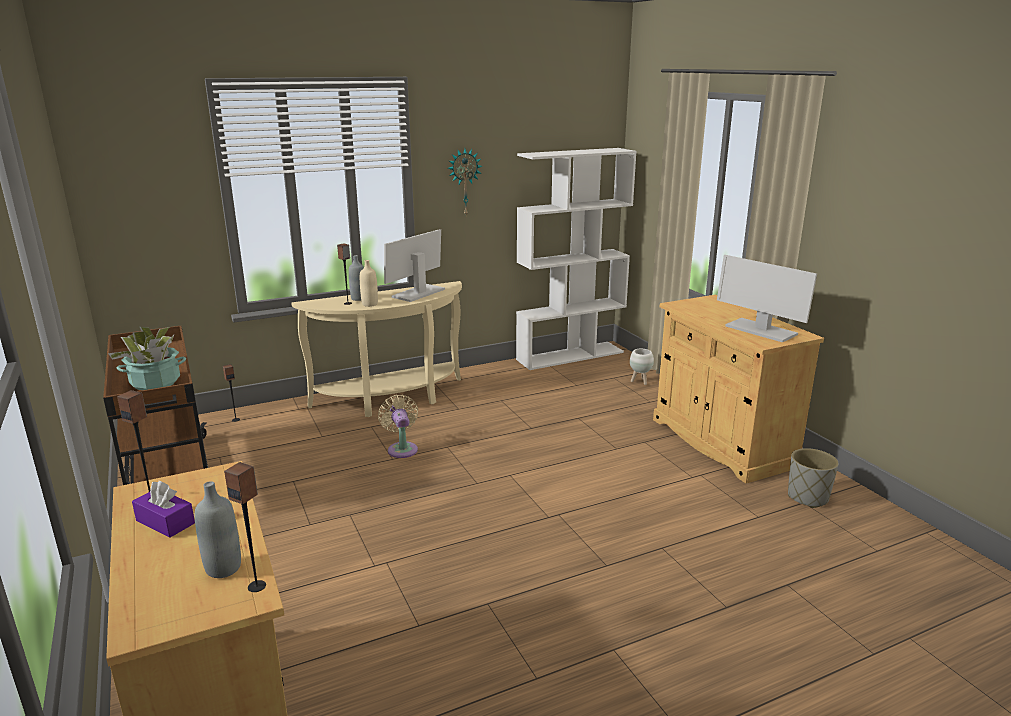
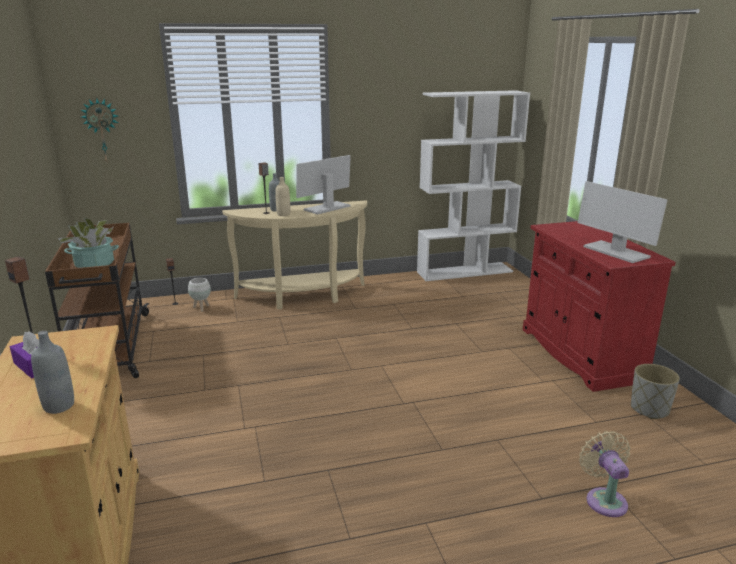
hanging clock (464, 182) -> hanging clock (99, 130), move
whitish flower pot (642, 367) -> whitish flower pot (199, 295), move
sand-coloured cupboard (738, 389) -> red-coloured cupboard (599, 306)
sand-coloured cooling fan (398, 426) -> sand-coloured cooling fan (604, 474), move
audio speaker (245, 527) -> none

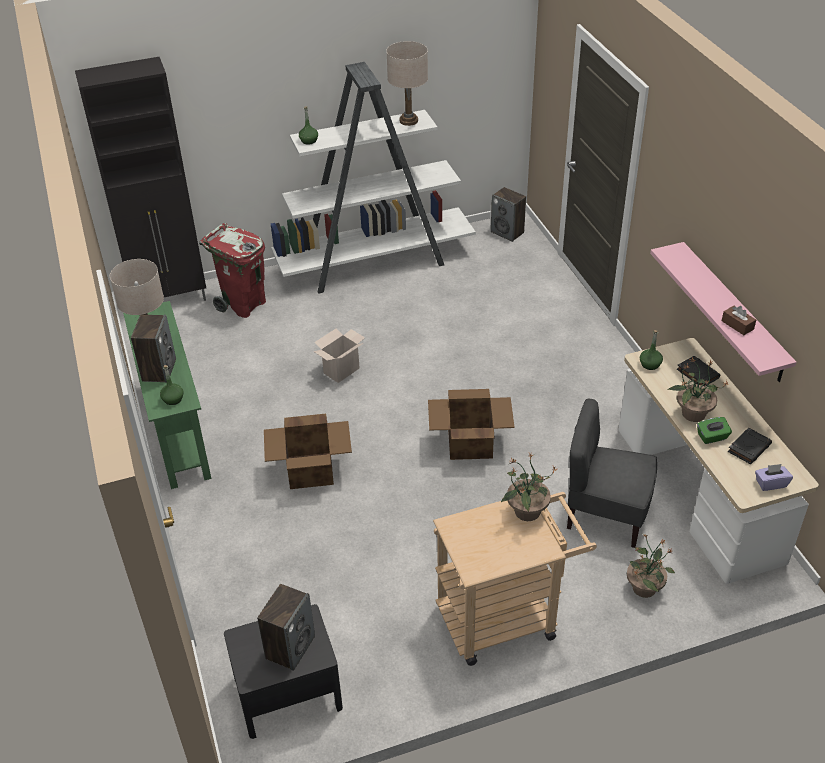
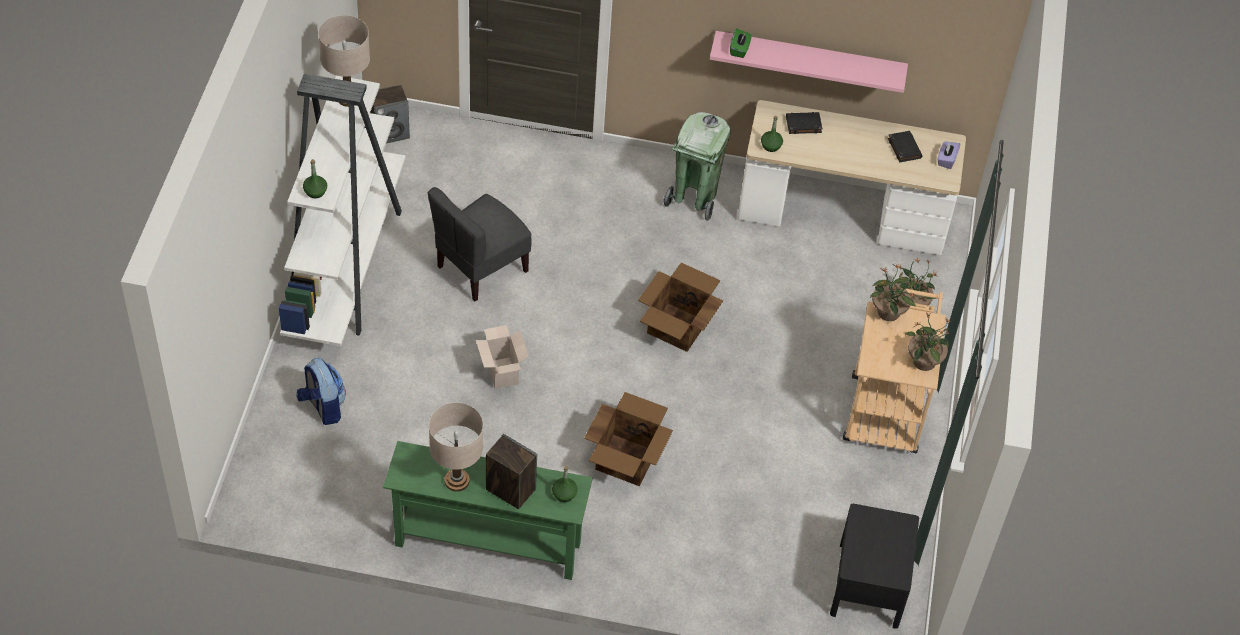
red-coloured rubbish bin (232, 270) -> knapsack (321, 391)
grey upright chair (612, 473) -> grey upright chair (480, 244), move
none -> green rubbish bin (697, 166)
green box of tissues (714, 430) -> green box of tissues (741, 43), move
houseplant (698, 390) -> houseplant (928, 342), move
blackish cupboard (140, 179) -> none
audio speaker (286, 627) -> none
brownish box of tissues (739, 320) -> none

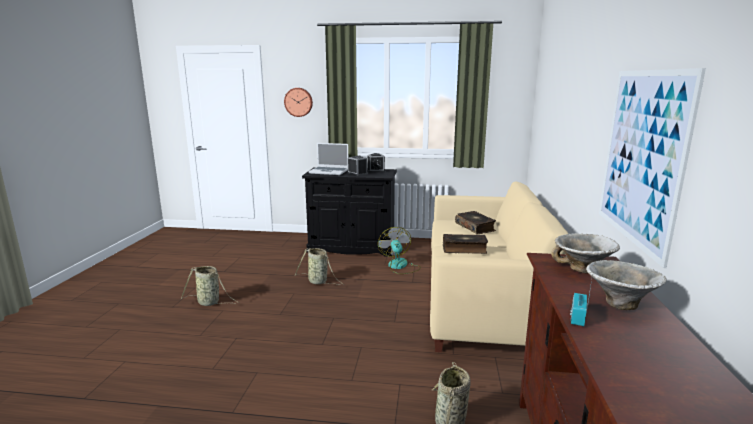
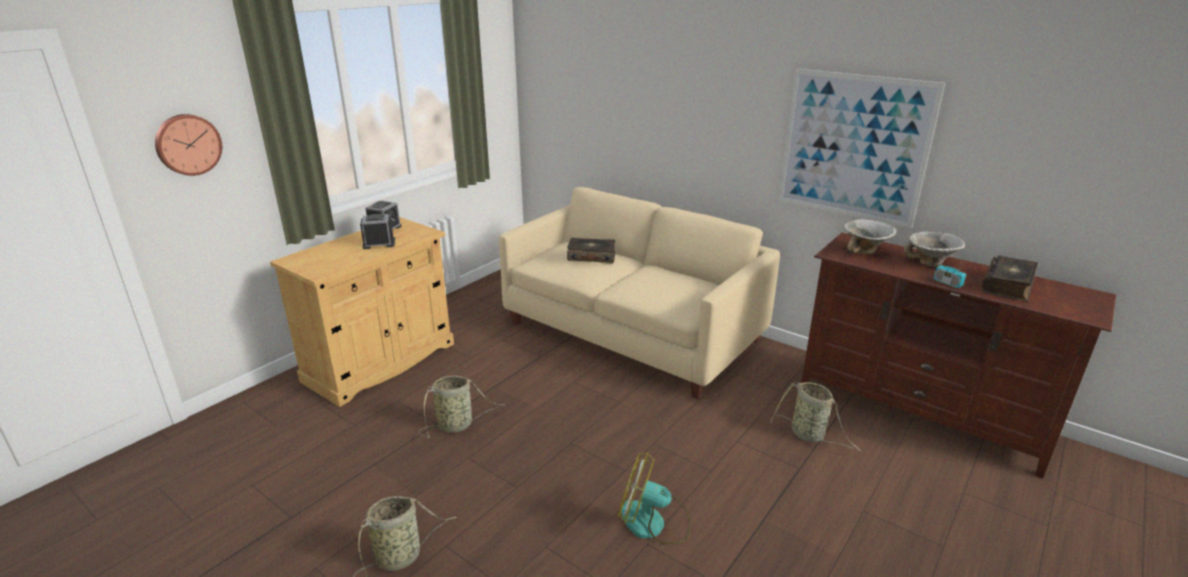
blackish cupboard (349, 212) -> sand-coloured cupboard (362, 312)
cooling fan (399, 250) -> cooling fan (654, 498), move
bound book (465, 244) -> bound book (1009, 278), move
laptop (328, 159) -> none

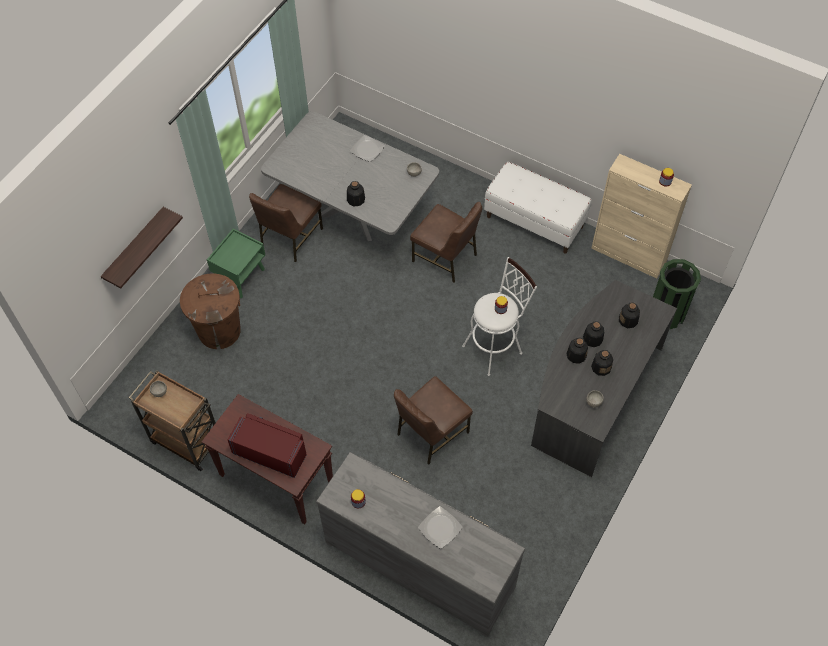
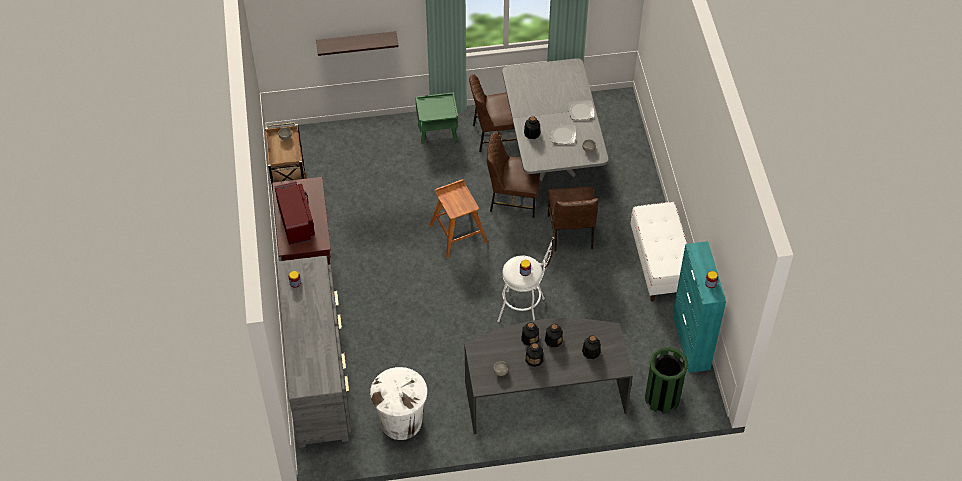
none -> whitish rubbish bin (398, 403)
none -> brownish stool seat (458, 218)
brownish upright chair (433, 420) -> brownish upright chair (513, 175), move
plate (440, 527) -> plate (563, 134), move
sand-coloured cupboard (641, 216) -> turquoise-coloured cupboard (699, 307)
brownish rubbish bin (210, 311) -> none

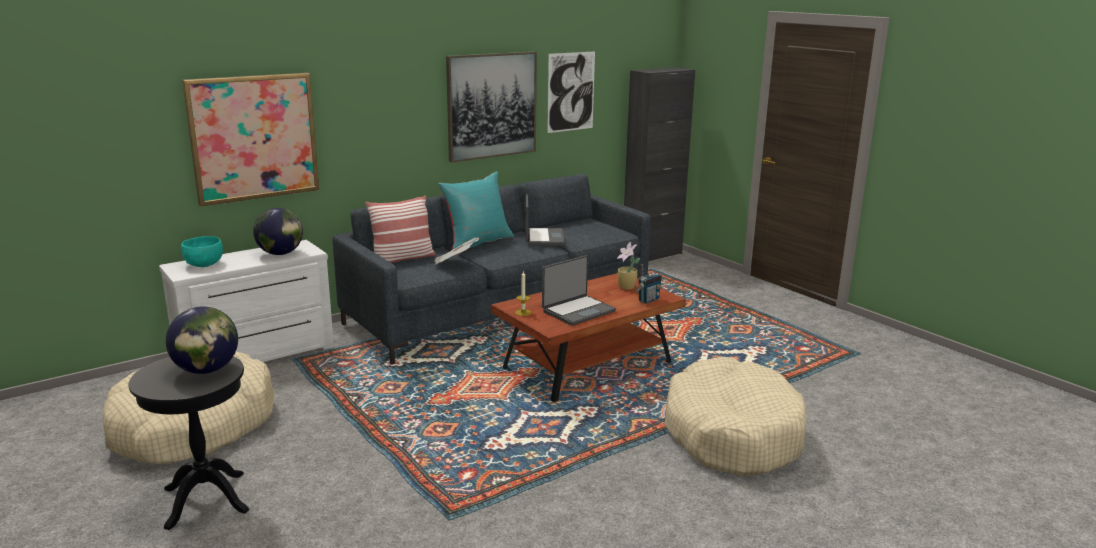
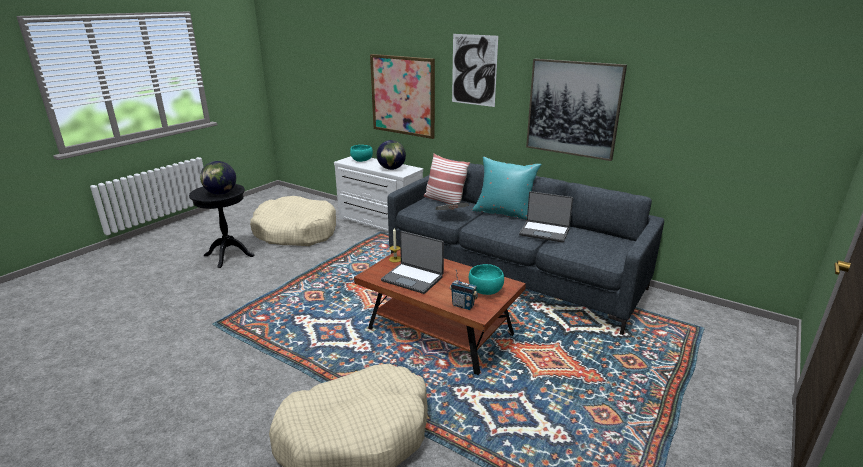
picture (571, 92) -> picture (475, 70), move
houseplant (628, 266) -> turquoise-coloured serving bowl (486, 279)
laptop (545, 220) -> laptop (546, 217), 45 degrees clockwise
blackish cupboard (659, 164) -> none

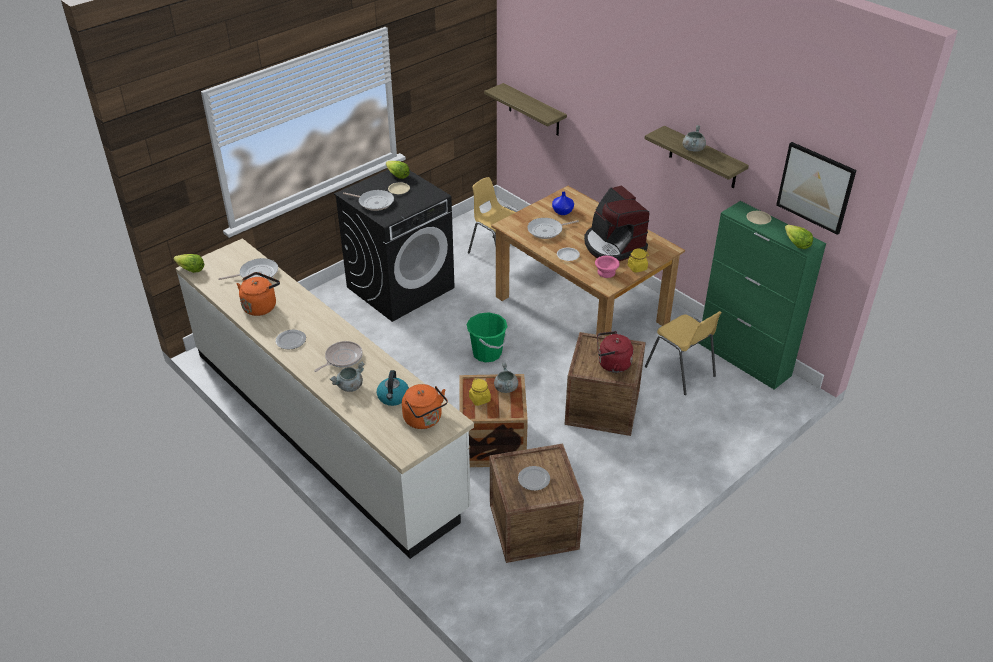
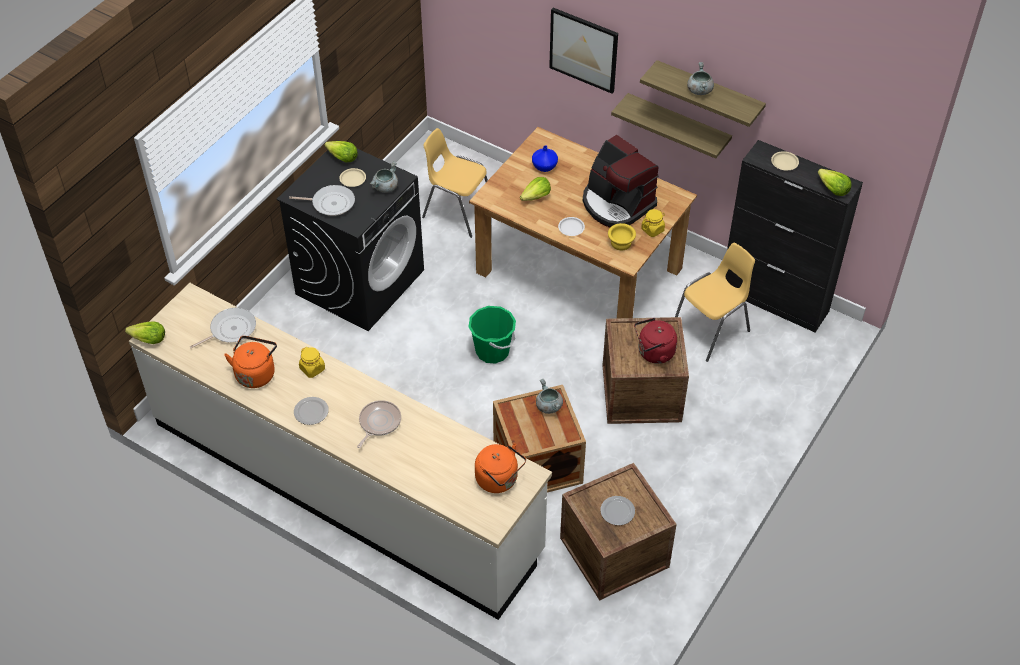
yellow preserve jar (480, 392) -> yellow preserve jar (312, 362), move
grey stockpot (347, 377) -> grey stockpot (384, 177), move
frying pan (553, 228) -> lettuce (535, 189)
picture (816, 188) -> picture (583, 51), move
pink-coloured serving bowl (607, 267) -> yellow serving bowl (622, 236)
wall shelf (525, 109) -> wall shelf (671, 126), move
yellow upright chair (683, 353) -> yellow upright chair (715, 302), 75 degrees counterclockwise
green cupboard (762, 295) -> blackish cupboard (794, 236)
tea kettle (393, 388) -> none

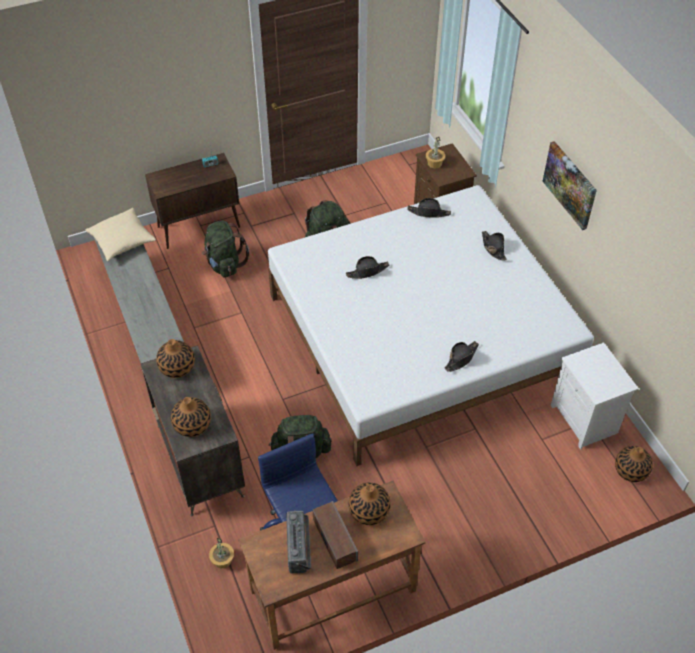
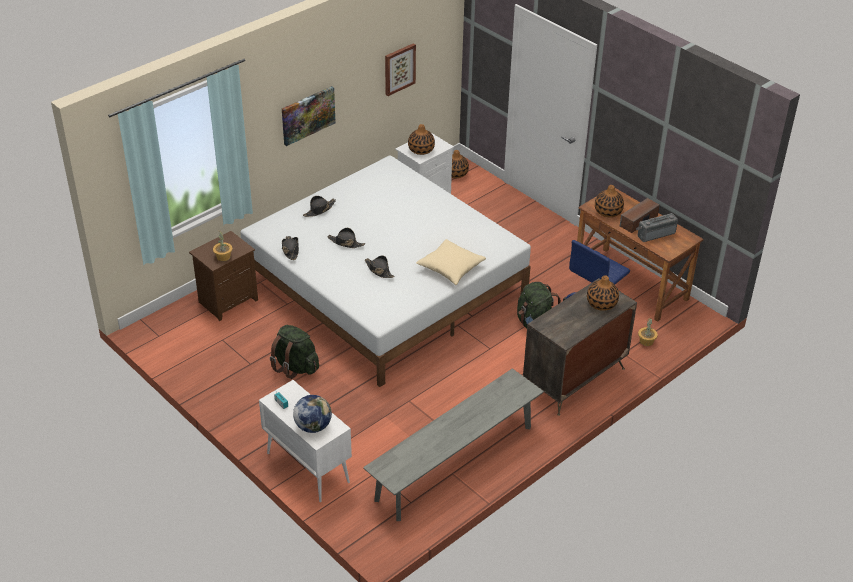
brownish cupboard (192, 201) -> whitish cupboard (305, 441)
none -> world globe (312, 414)
blackish clothing hat (462, 356) -> blackish clothing hat (346, 238), move
none -> picture (400, 69)
decorative vase (175, 358) -> decorative vase (421, 139), move
sand-coloured throw pillow (121, 234) -> sand-coloured throw pillow (451, 262), move
green knapsack (225, 249) -> none

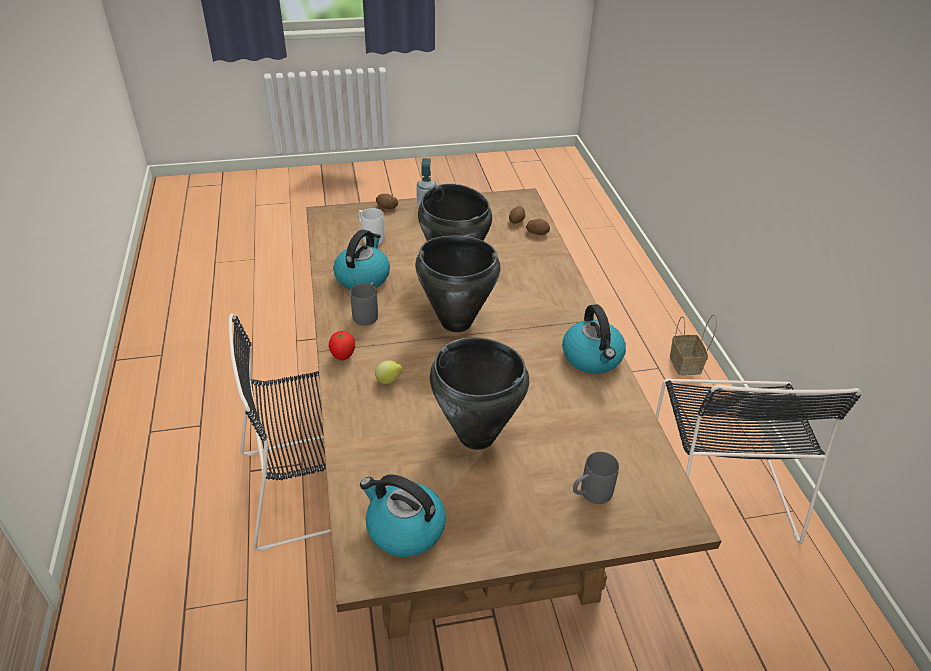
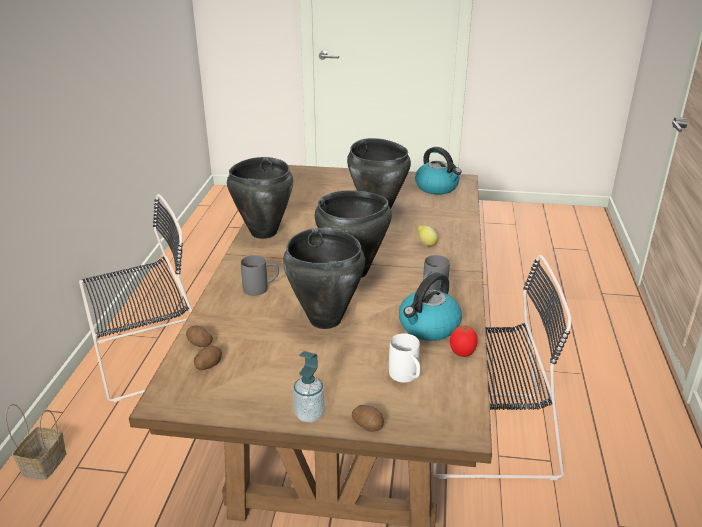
blackish upright chair (758, 461) -> blackish upright chair (136, 298), 45 degrees clockwise
tea kettle (594, 339) -> blackish stockpot (260, 198)
grey mug (596, 478) -> grey mug (260, 275), move
fresh tomato (342, 345) -> fresh tomato (464, 341), move

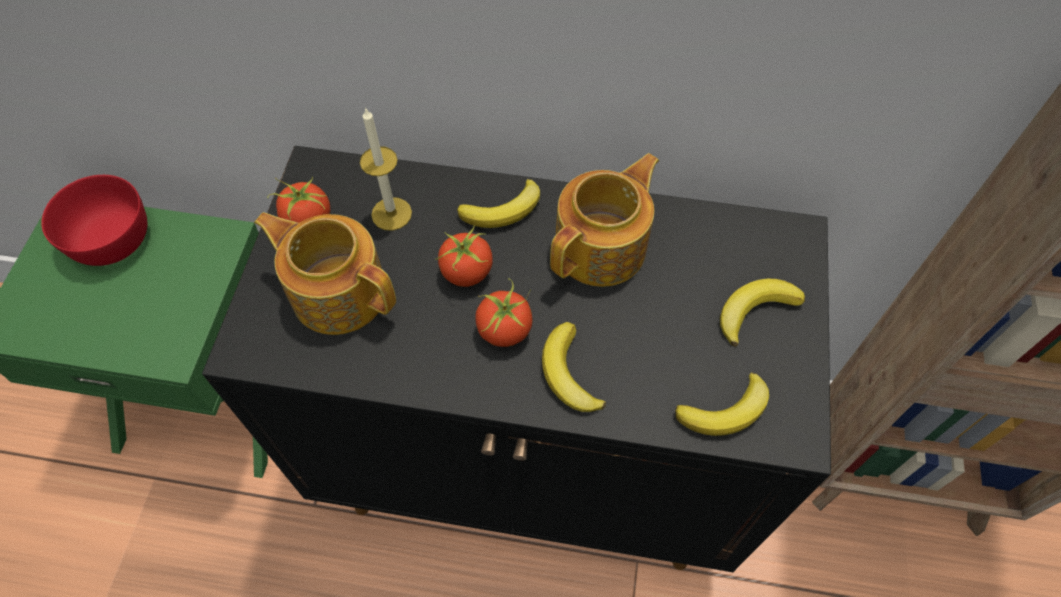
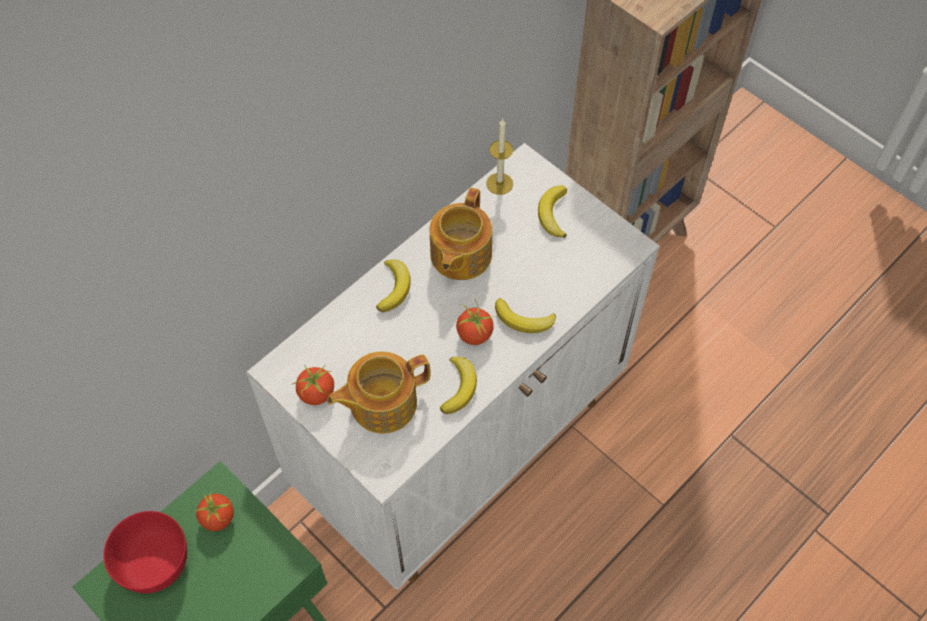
fresh tomato (464, 256) -> fresh tomato (214, 511), move
blackish cupboard (516, 359) -> whitish cupboard (452, 366)
tea pot (604, 220) -> tea pot (460, 234), 150 degrees counterclockwise
banana (722, 404) -> banana (458, 385), move
candle (386, 169) -> candle (499, 157), move

